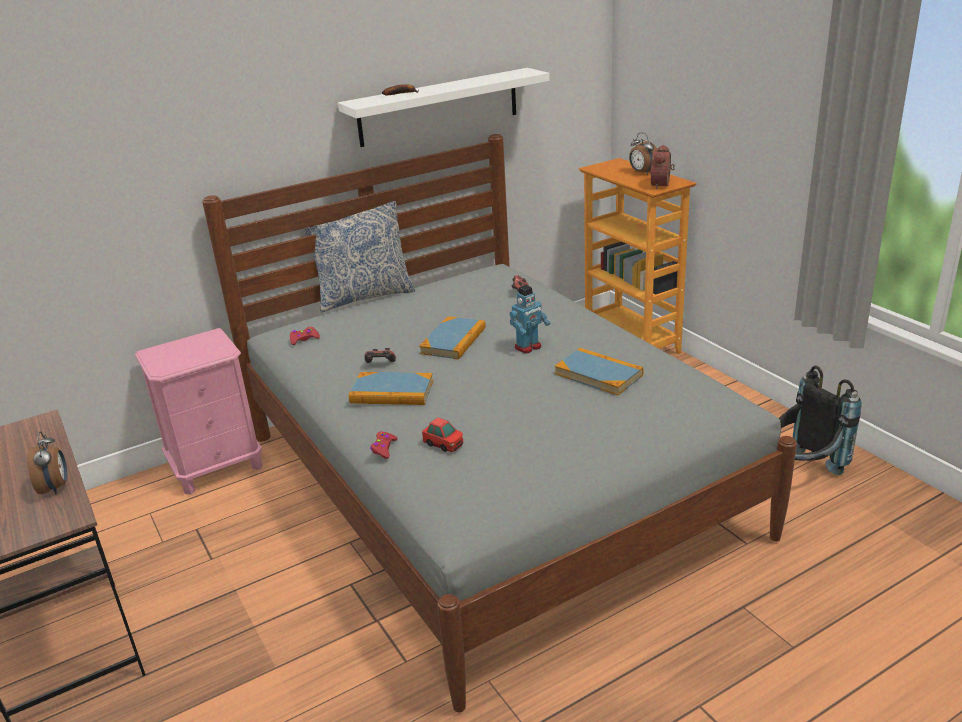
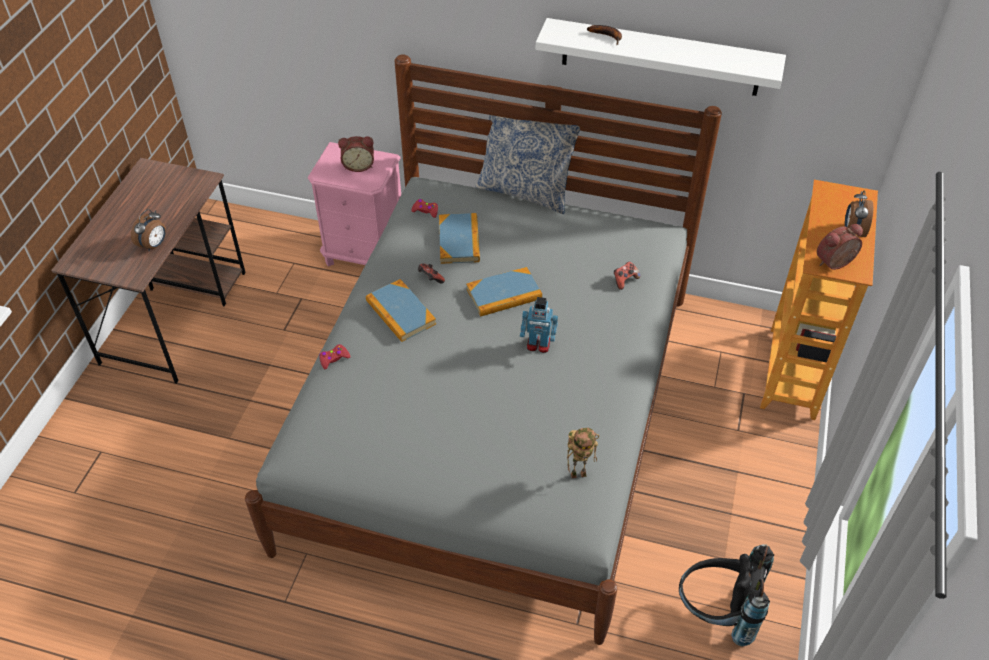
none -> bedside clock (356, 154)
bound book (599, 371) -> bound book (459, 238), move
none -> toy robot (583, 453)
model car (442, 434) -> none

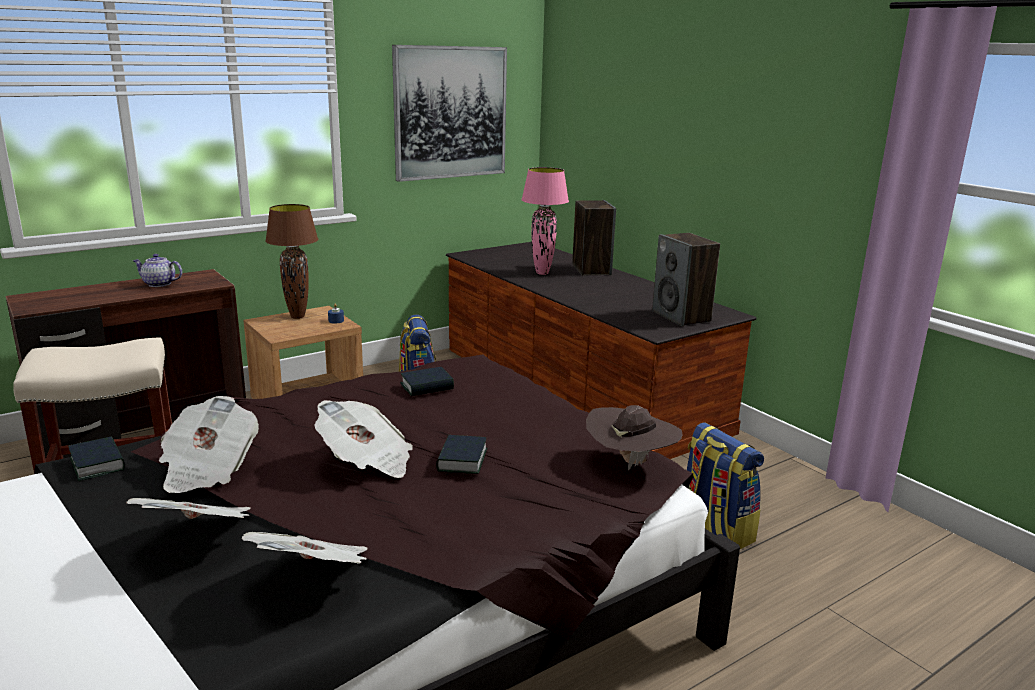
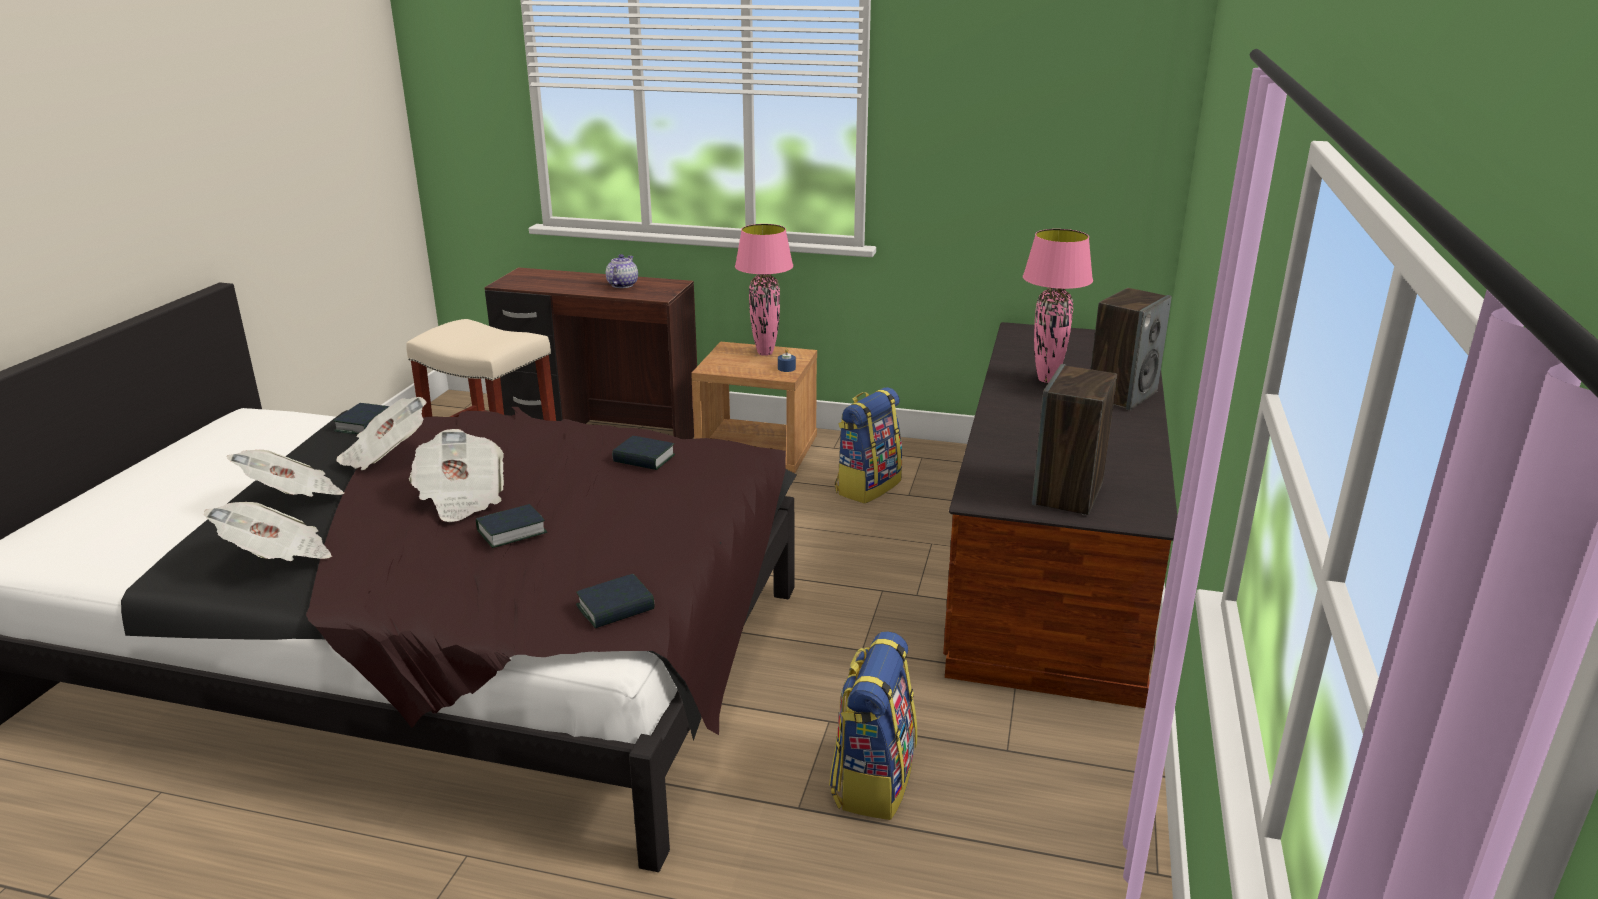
brownish clothing hat (634, 437) -> bound book (615, 601)
tea pot (157, 270) -> tea pot (622, 271), 45 degrees clockwise
brownish table lamp (291, 261) -> pink-coloured table lamp (764, 290)
picture (449, 113) -> none

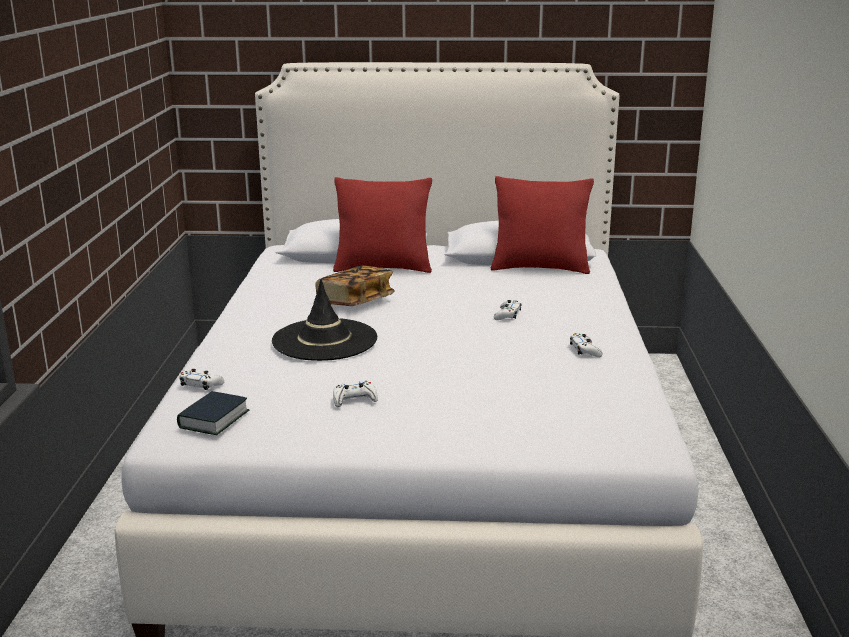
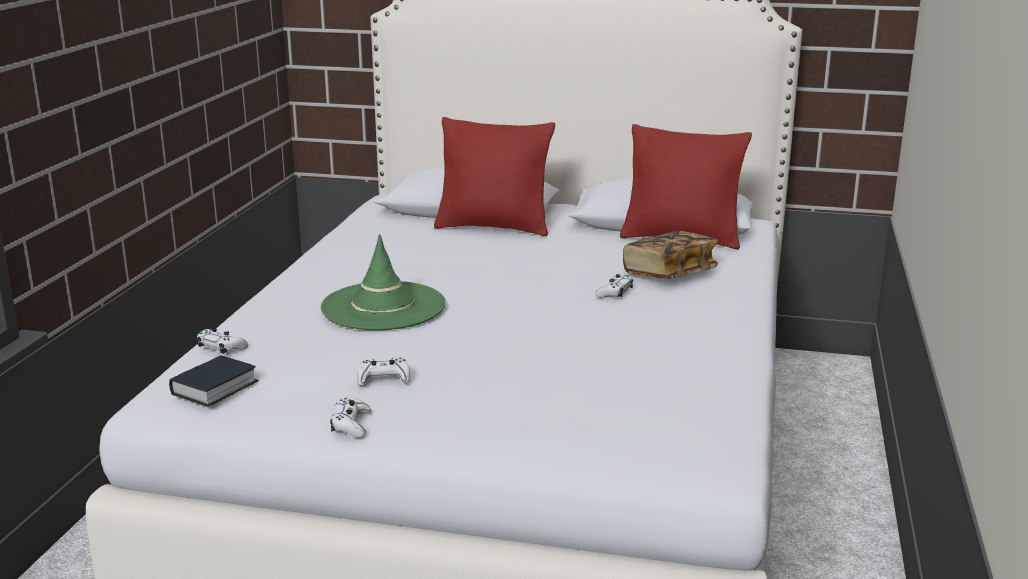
blackish clothing hat (324, 320) -> green clothing hat (383, 282)
whitish gamepad (586, 345) -> whitish gamepad (350, 418), move
bound book (355, 285) -> bound book (670, 255), move

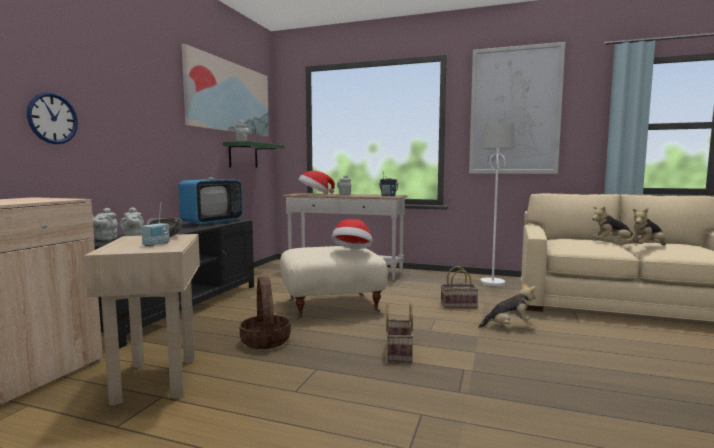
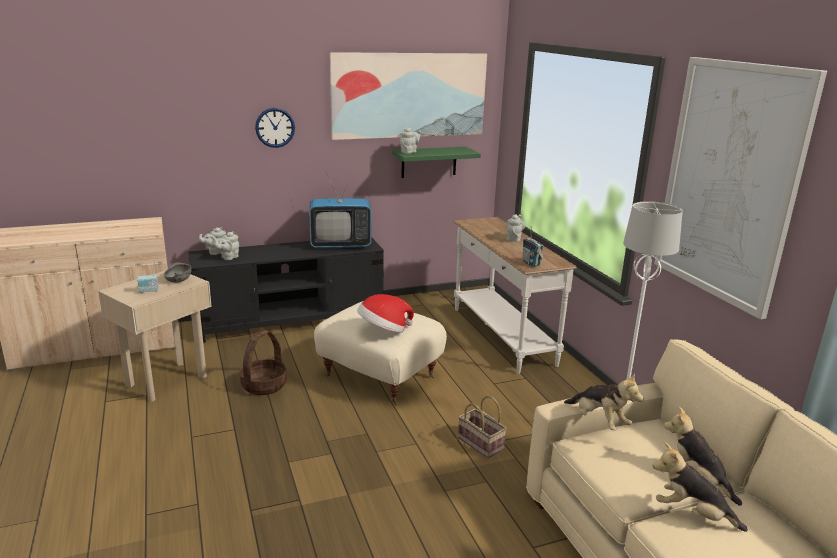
hanging clock (52, 118) -> hanging clock (275, 128), move
plush toy (507, 305) -> plush toy (604, 401), move
clothing hat (316, 182) -> none
storage basket (399, 332) -> none

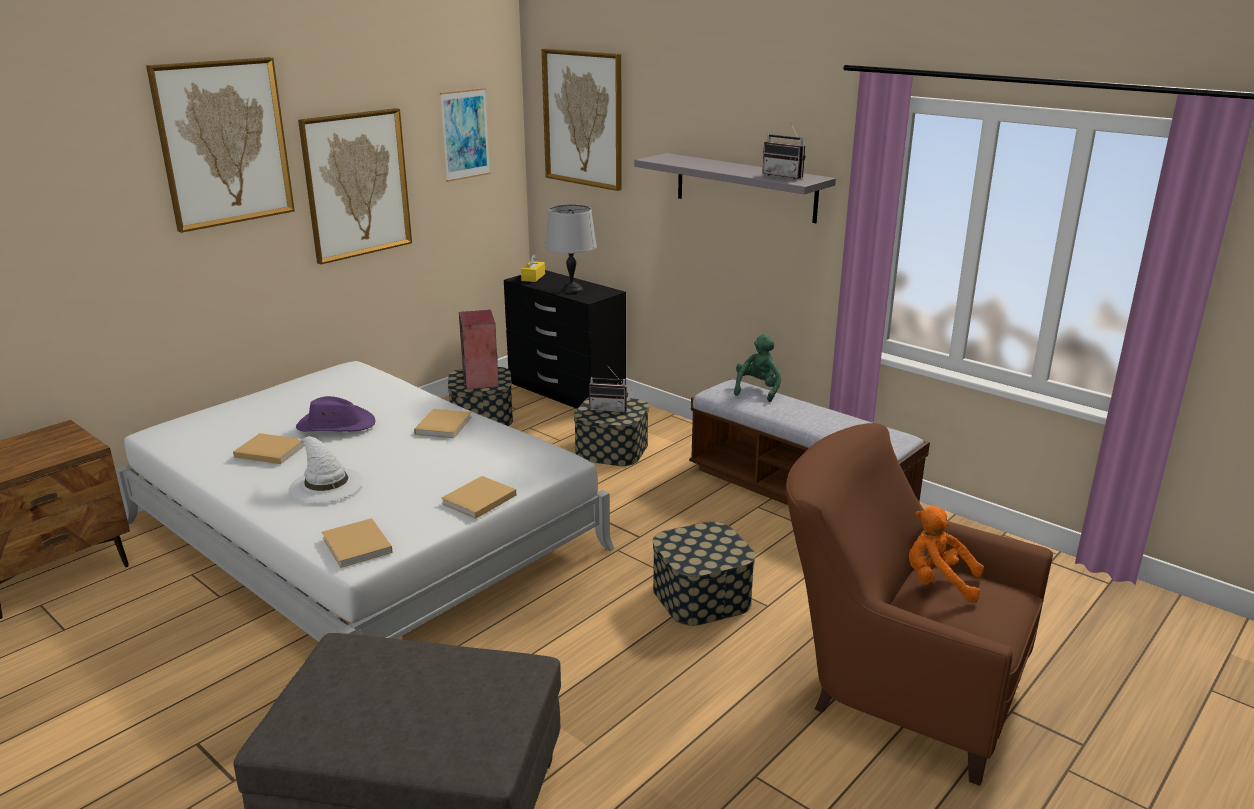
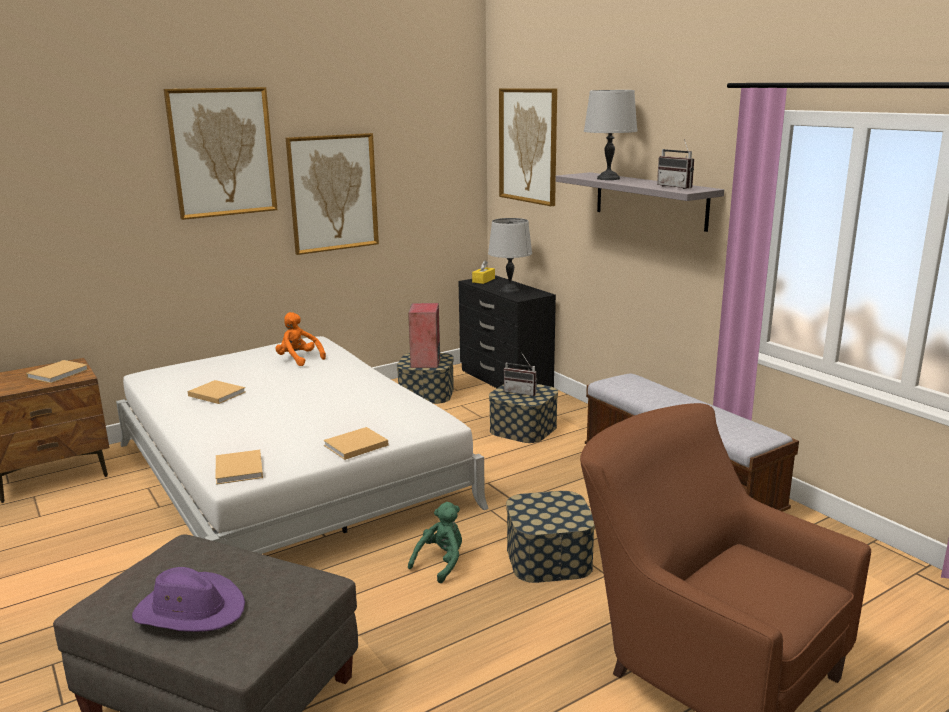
sand-coloured bound book (443, 423) -> sand-coloured bound book (57, 371), move
purplish clothing hat (336, 414) -> purplish clothing hat (188, 599), move
orange plush toy (946, 554) -> orange plush toy (300, 339), move
green plush toy (758, 368) -> green plush toy (435, 542), move
none -> grey table lamp (610, 135)
whitish clothing hat (326, 469) -> none
picture (465, 135) -> none

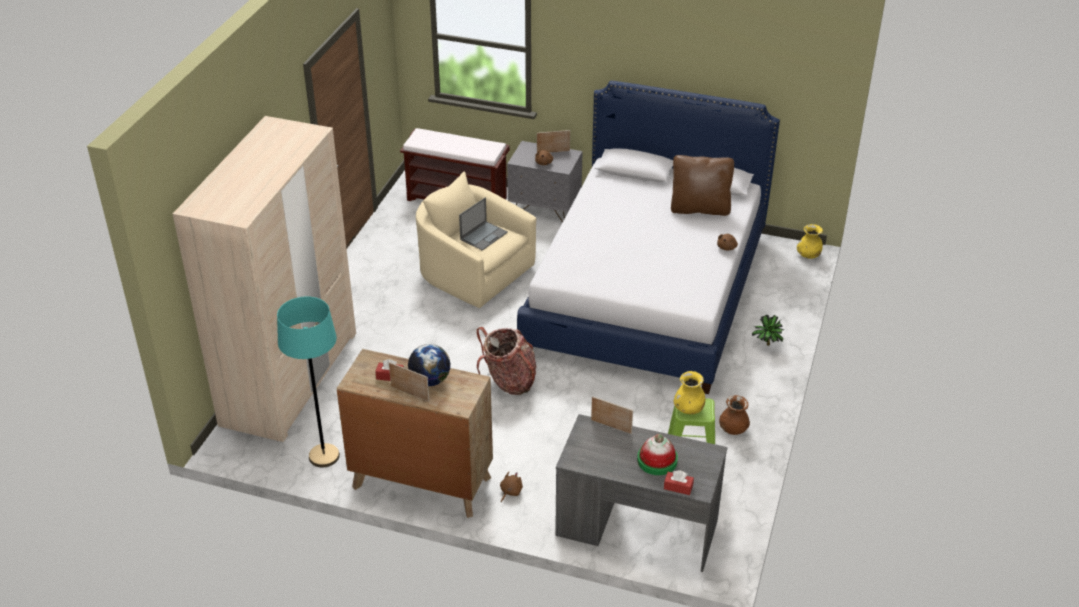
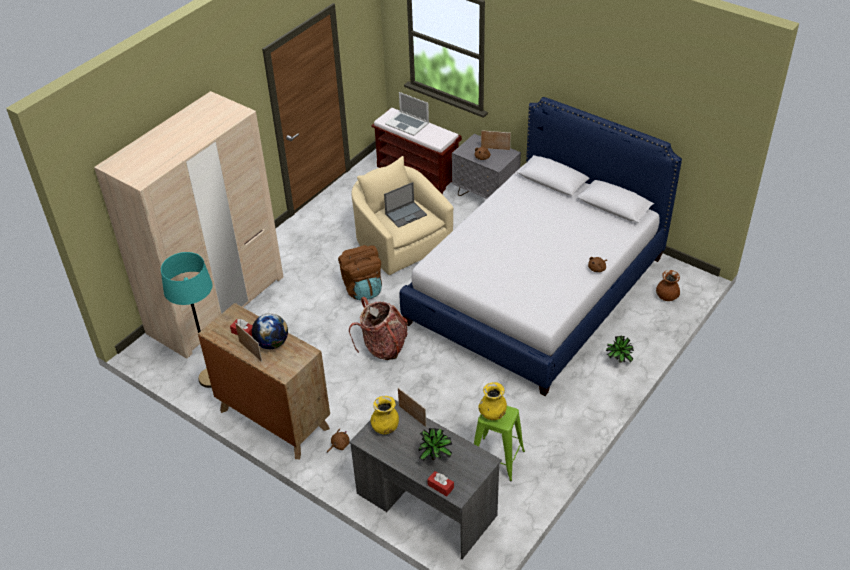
none -> brownish knapsack (360, 272)
yellow decorative vase (810, 241) -> yellow decorative vase (385, 415), move
none -> laptop (407, 114)
clothing hat (657, 454) -> houseplant (435, 445)
brownish decorative vase (734, 415) -> brownish decorative vase (668, 285), move
brownish throw pillow (702, 185) -> none

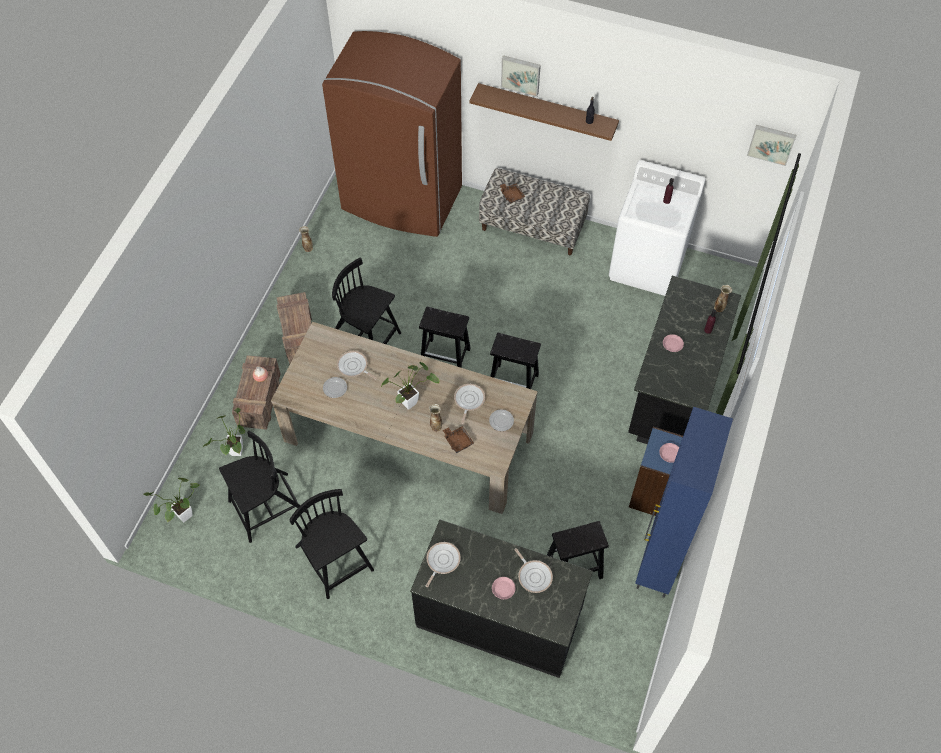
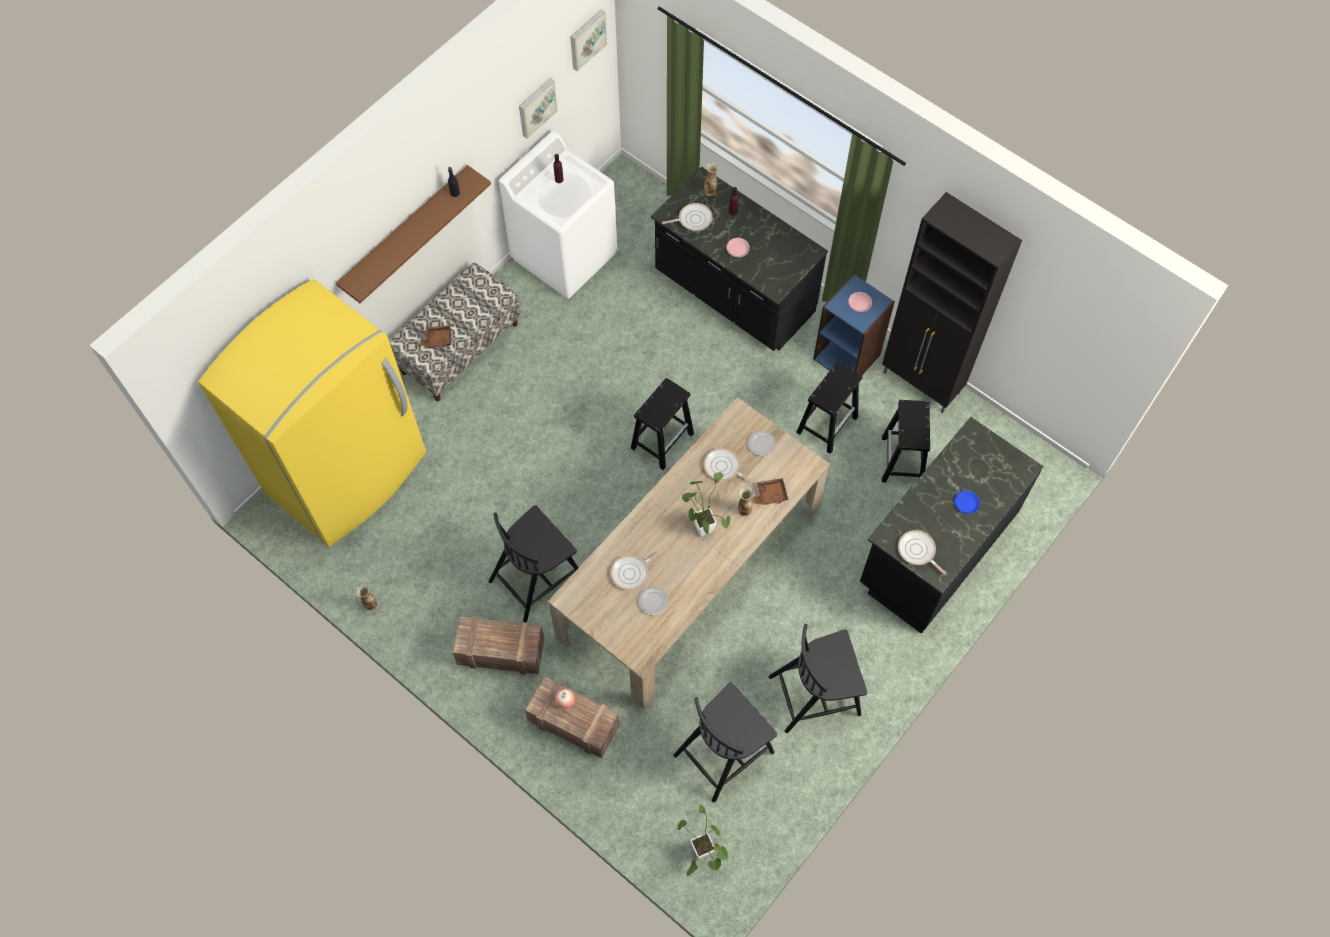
brownish refrigerator (392, 134) -> yellow refrigerator (312, 413)
picture (521, 76) -> picture (538, 108), move
frying pan (534, 570) -> frying pan (687, 217), move
blackish upright chair (264, 487) -> blackish upright chair (725, 742), 120 degrees counterclockwise
blackish stool seat (445, 337) -> blackish stool seat (829, 408), move
bluish cupboard (684, 502) -> blackish cupboard (952, 302)
pink-coloured plate (504, 588) -> bluish plate (967, 502)
houseplant (224, 432) -> none

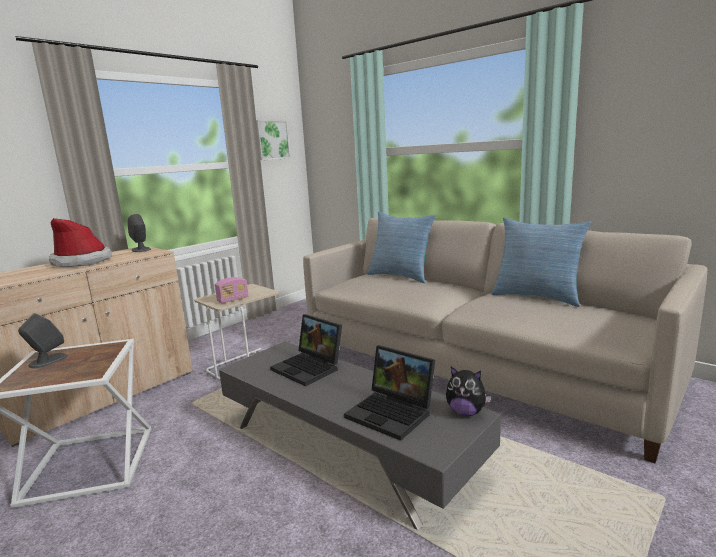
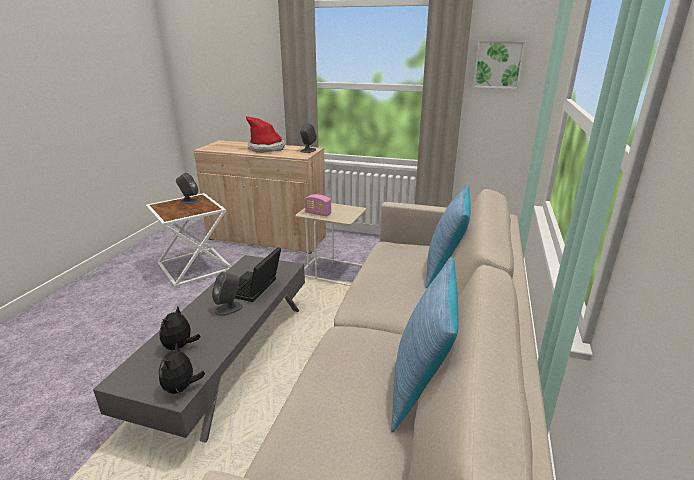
laptop (389, 393) -> plush toy (180, 327)
none -> grey audio speaker (227, 294)

